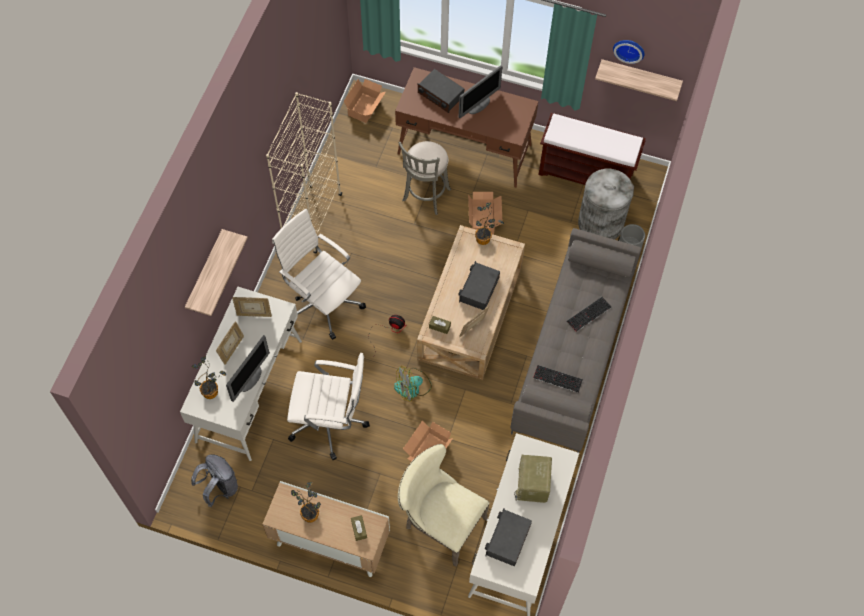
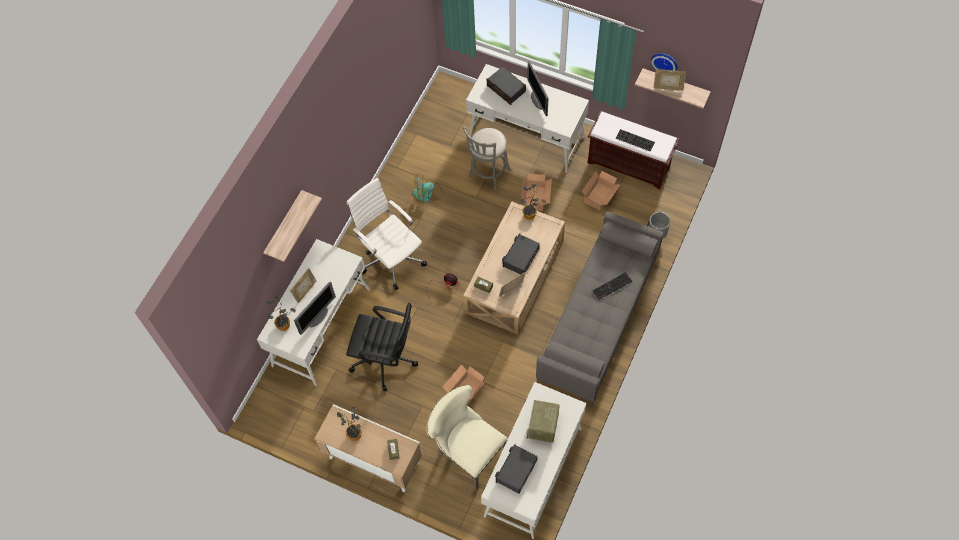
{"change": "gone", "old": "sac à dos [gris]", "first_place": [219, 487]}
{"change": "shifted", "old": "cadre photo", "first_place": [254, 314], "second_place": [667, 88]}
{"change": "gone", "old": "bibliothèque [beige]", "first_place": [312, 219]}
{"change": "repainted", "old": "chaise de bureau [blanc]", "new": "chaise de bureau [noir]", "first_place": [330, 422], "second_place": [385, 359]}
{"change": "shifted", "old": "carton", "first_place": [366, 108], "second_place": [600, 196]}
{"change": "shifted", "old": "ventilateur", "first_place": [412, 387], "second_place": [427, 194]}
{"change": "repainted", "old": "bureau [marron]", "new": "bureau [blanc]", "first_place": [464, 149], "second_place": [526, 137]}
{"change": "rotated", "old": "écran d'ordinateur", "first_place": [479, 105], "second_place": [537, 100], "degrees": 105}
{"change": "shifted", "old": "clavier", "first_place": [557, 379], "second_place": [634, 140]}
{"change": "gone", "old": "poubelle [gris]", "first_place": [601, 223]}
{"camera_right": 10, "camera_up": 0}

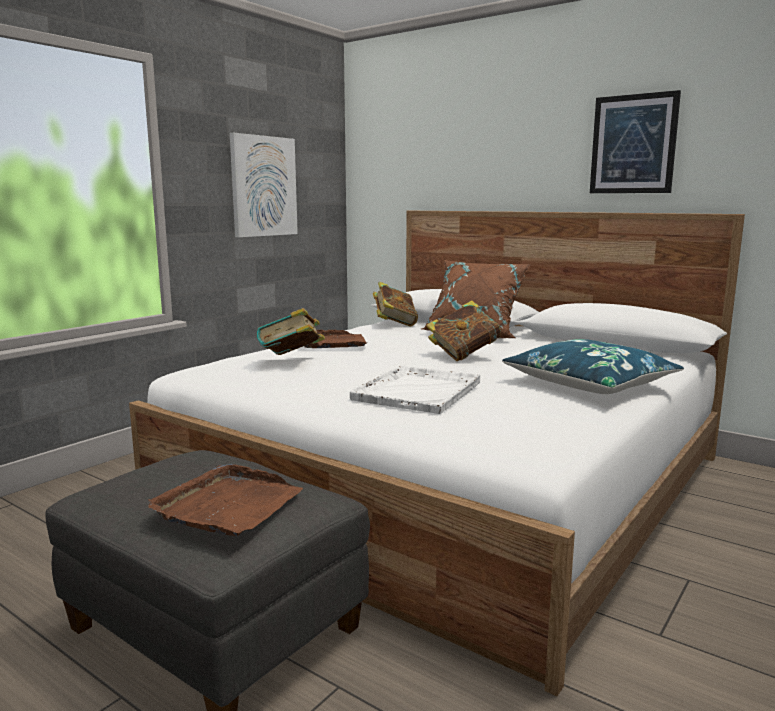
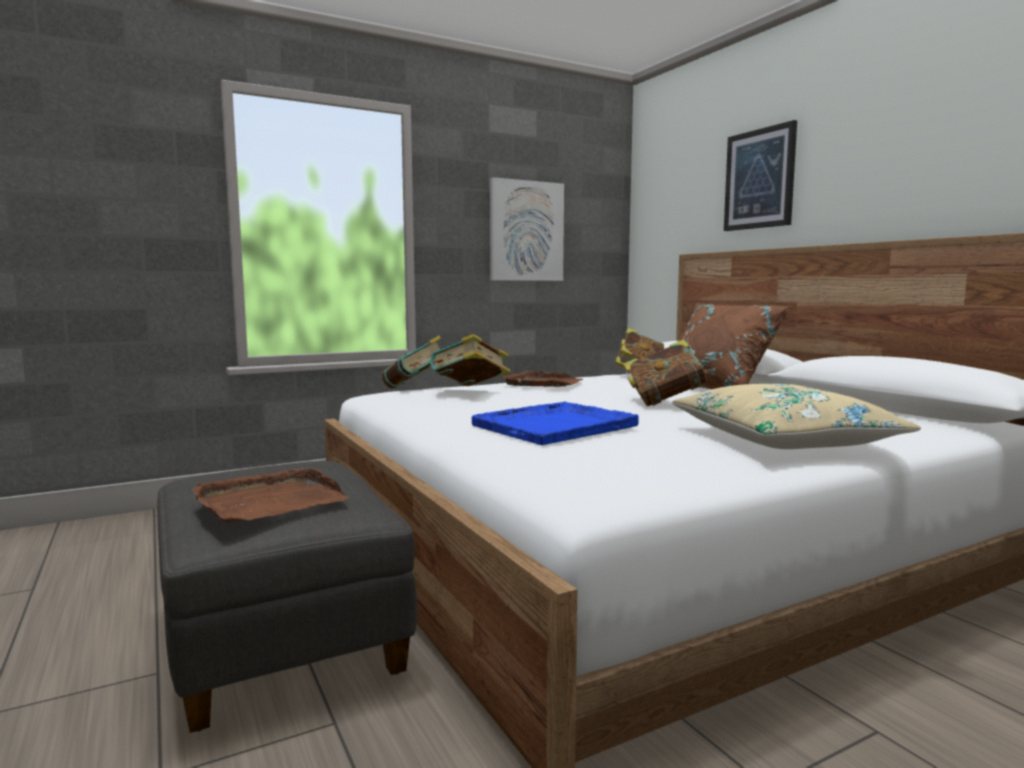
{"change": "repainted", "old": "plateau [blanc]", "new": "plateau [bleu]", "first_place": [418, 391], "second_place": [556, 425]}
{"change": "repainted", "old": "coussin [bleu]", "new": "coussin [beige]", "first_place": [590, 383], "second_place": [783, 439]}
{"change": "shifted", "old": "tableau", "first_place": [633, 144], "second_place": [759, 179]}
{"change": "new", "new": "livre", "second_place": [415, 389]}
{"camera_right": 25, "camera_up": -5}

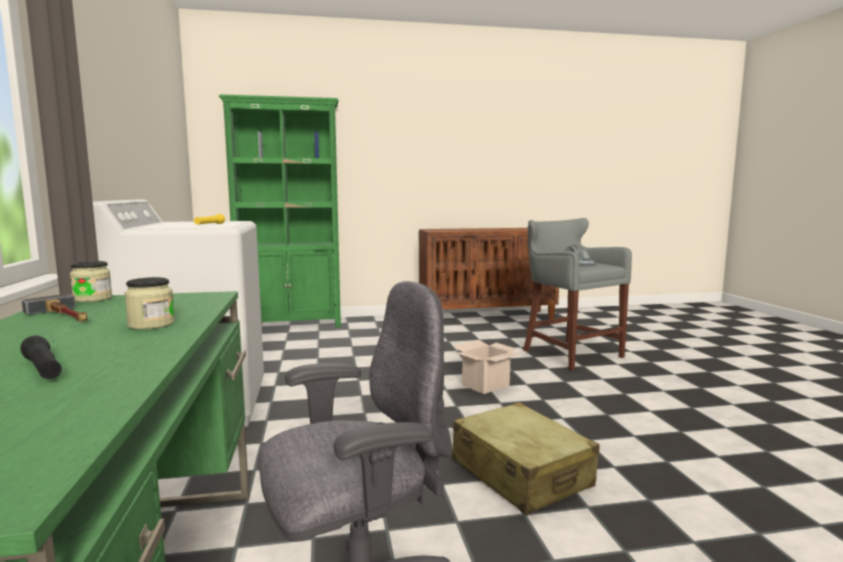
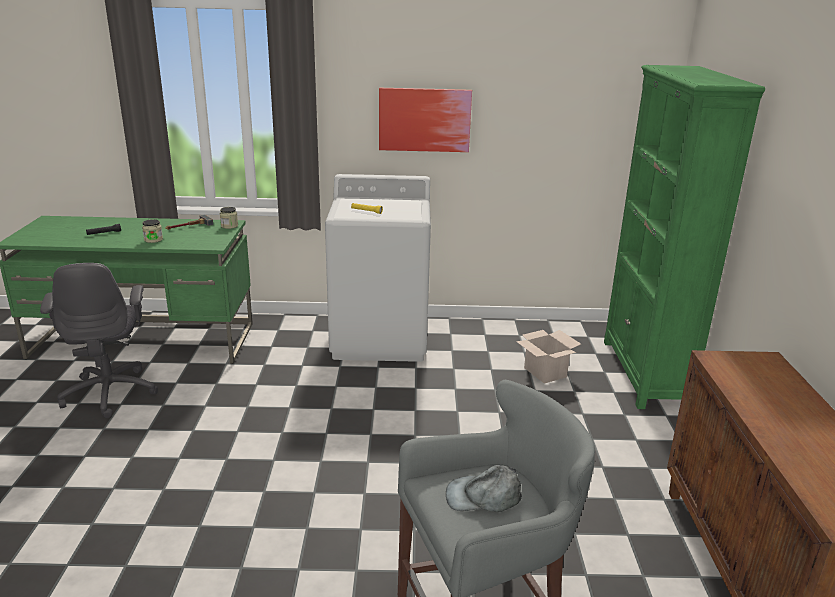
{"change": "gone", "old": "valise [beige]", "first_place": [521, 474]}
{"change": "shifted", "old": "carton", "first_place": [485, 386], "second_place": [544, 372]}
{"change": "new", "new": "tableau", "second_place": [424, 119]}
{"camera_right": 100, "camera_up": 15}

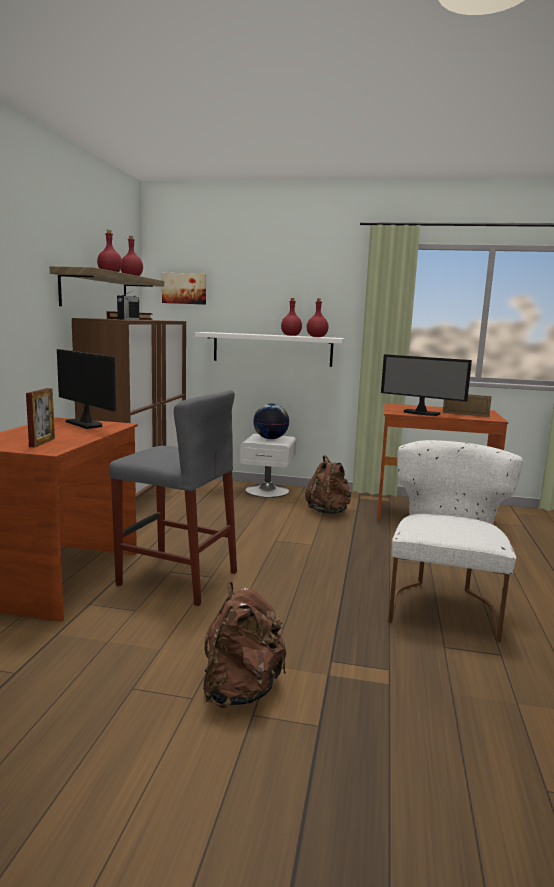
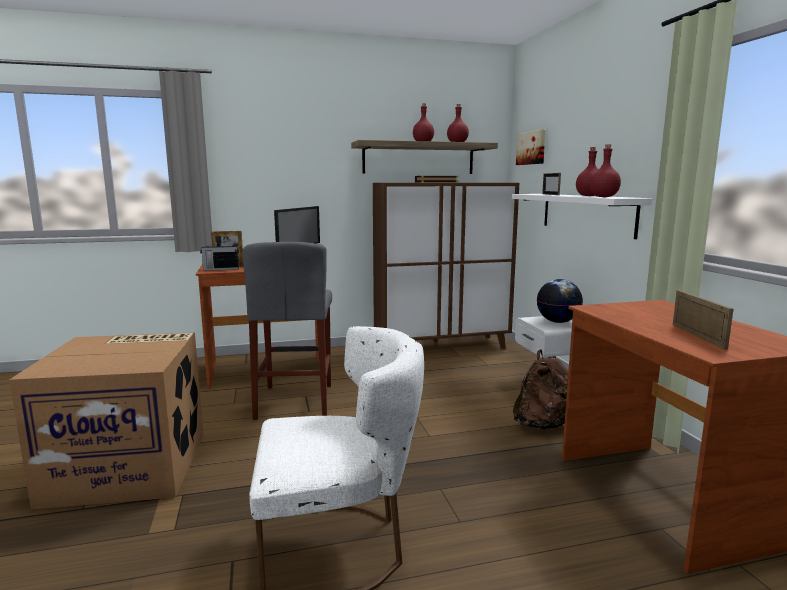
{"change": "shifted", "old": "radio", "first_place": [128, 319], "second_place": [220, 269]}
{"change": "swapped", "old": "sac à dos [marron]", "new": "carton", "first_place": [241, 690], "second_place": [131, 466]}
{"change": "gone", "old": "écran d'ordinateur", "first_place": [421, 413]}
{"change": "new", "new": "cadre photo", "second_place": [550, 194]}
{"camera_right": 65, "camera_up": 0}

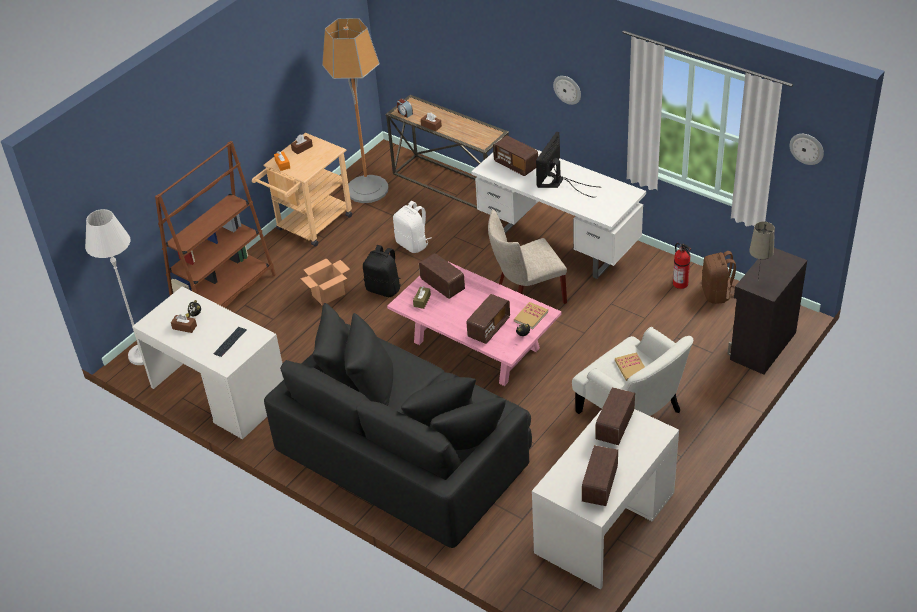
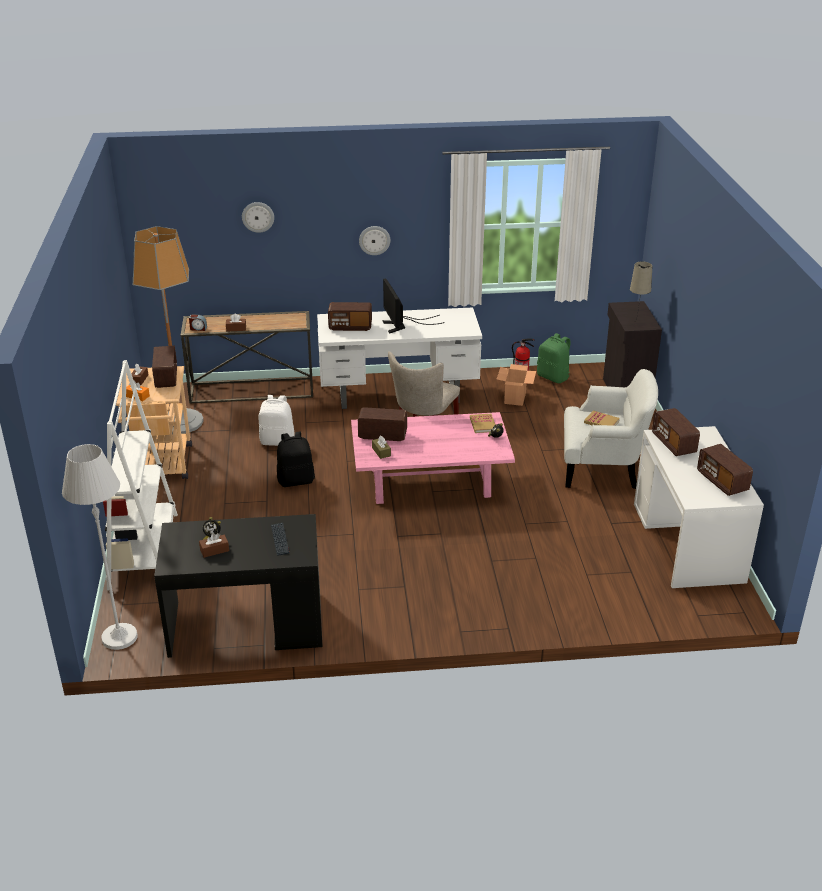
{"change": "repainted", "old": "bureau [blanc]", "new": "bureau [noir]", "first_place": [219, 391], "second_place": [246, 624]}
{"change": "repainted", "old": "bibliothèque [marron]", "new": "bibliothèque [blanc]", "first_place": [225, 294], "second_place": [144, 551]}
{"change": "gone", "old": "canapé [noir]", "first_place": [405, 453]}
{"change": "shifted", "old": "carton", "first_place": [329, 294], "second_place": [515, 398]}
{"change": "shifted", "old": "radio", "first_place": [489, 328], "second_place": [166, 378]}
{"change": "repainted", "old": "sac à dos [marron]", "new": "sac à dos [vert]", "first_place": [717, 294], "second_place": [553, 377]}
{"change": "shifted", "old": "horloge murale", "first_place": [807, 148], "second_place": [258, 216]}
{"camera_right": -45, "camera_up": -10}

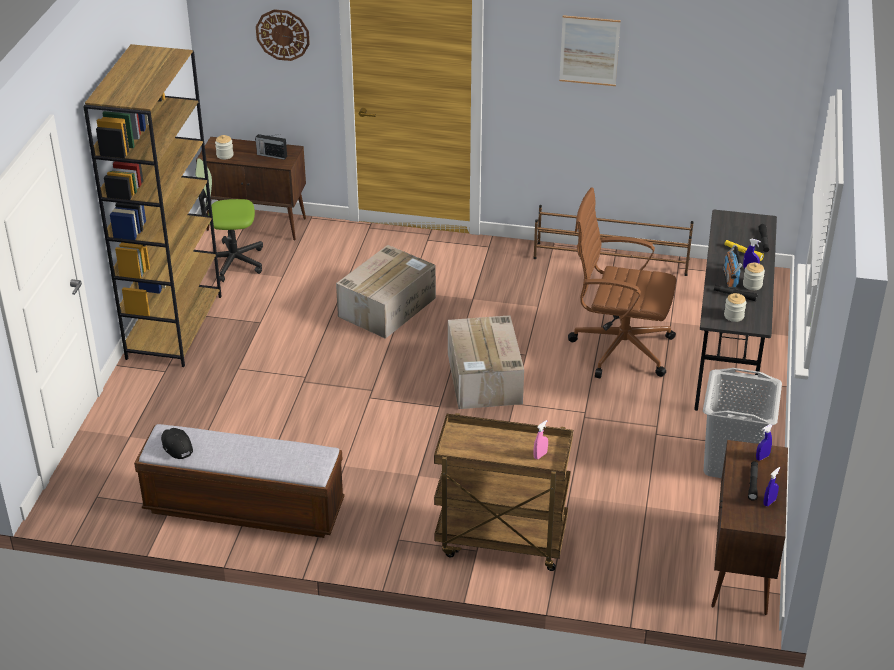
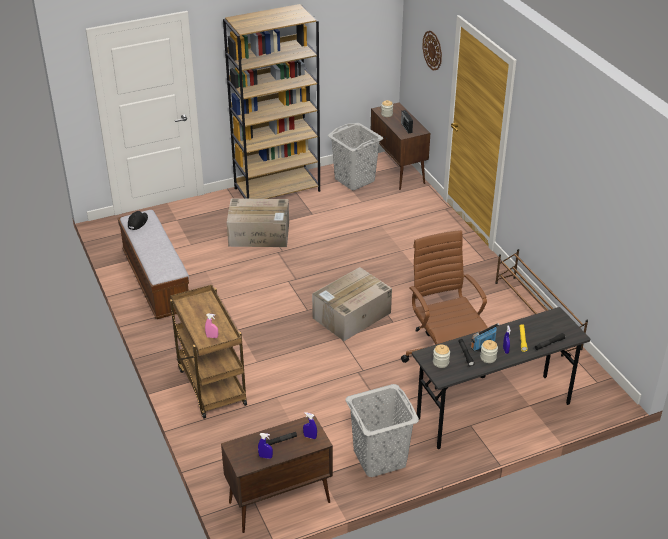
{"change": "swapped", "old": "chaise de bureau", "new": "panier à linge [gris]", "first_place": [232, 261], "second_place": [354, 179]}
{"change": "shifted", "old": "carton", "first_place": [387, 306], "second_place": [260, 234]}
{"change": "gone", "old": "tableau", "first_place": [589, 50]}
{"camera_right": 55, "camera_up": 0}

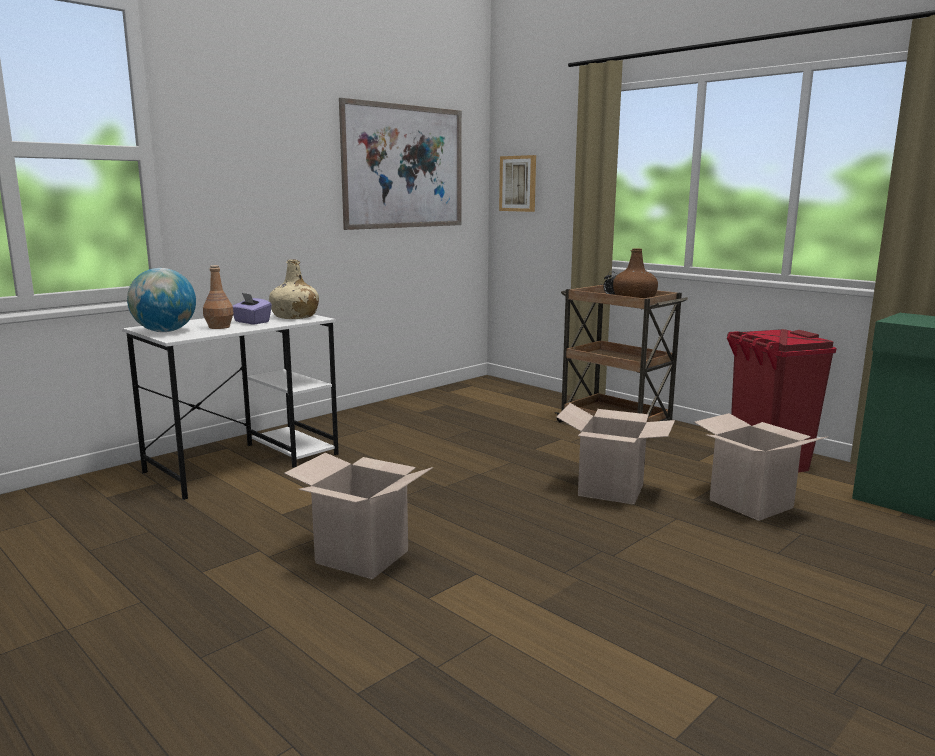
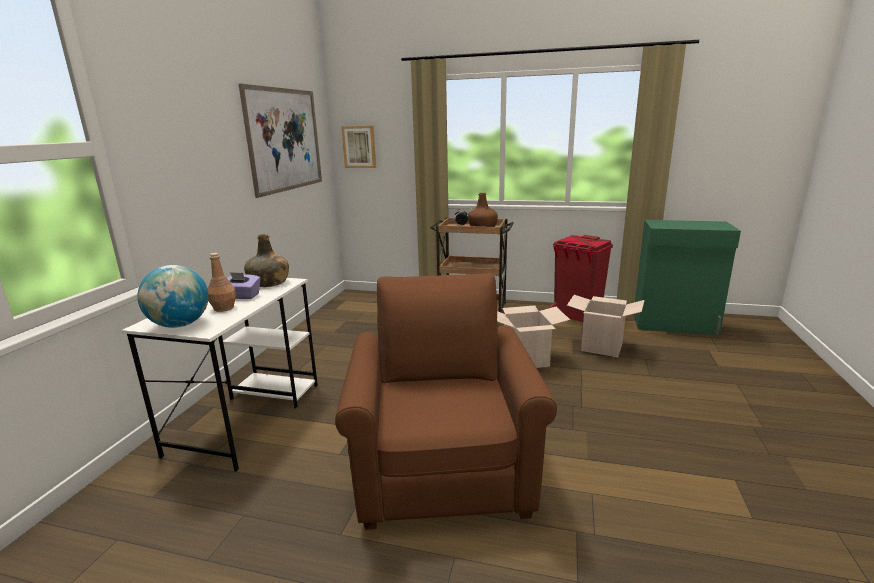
{"change": "repainted", "old": "bouteille [beige]", "new": "bouteille [vert]", "first_place": [294, 317], "second_place": [269, 283]}
{"change": "swapped", "old": "carton", "new": "fauteuil [marron]", "first_place": [362, 556], "second_place": [444, 468]}
{"camera_right": -30, "camera_up": 5}

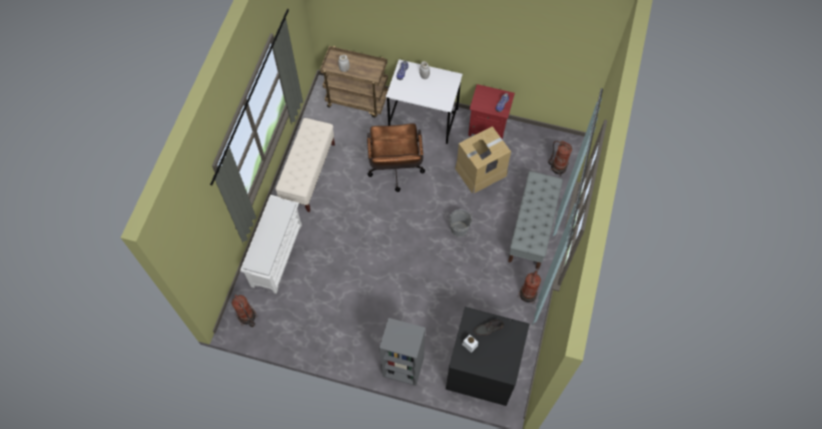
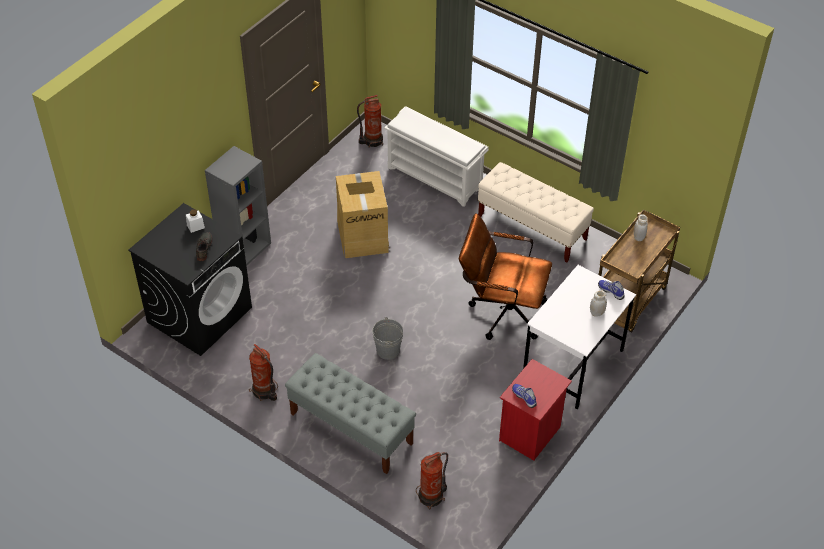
{"change": "shifted", "old": "carton", "first_place": [480, 171], "second_place": [363, 235]}
{"camera_right": 110, "camera_up": -15}

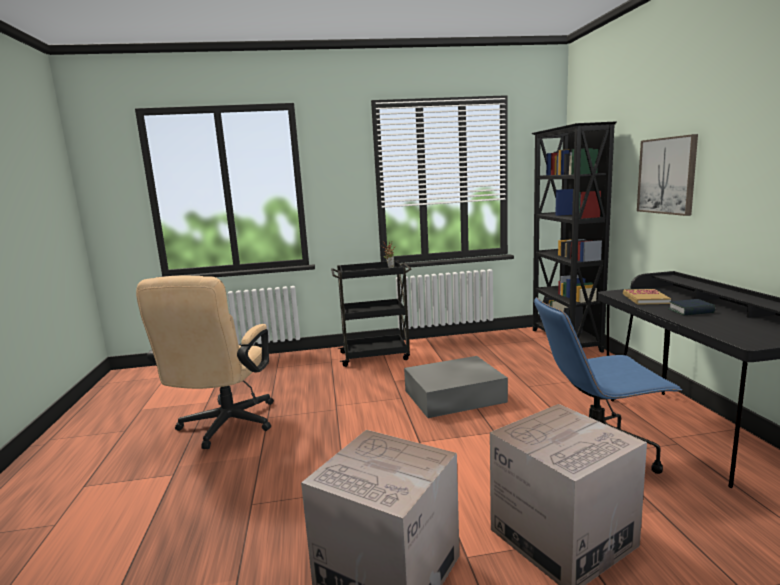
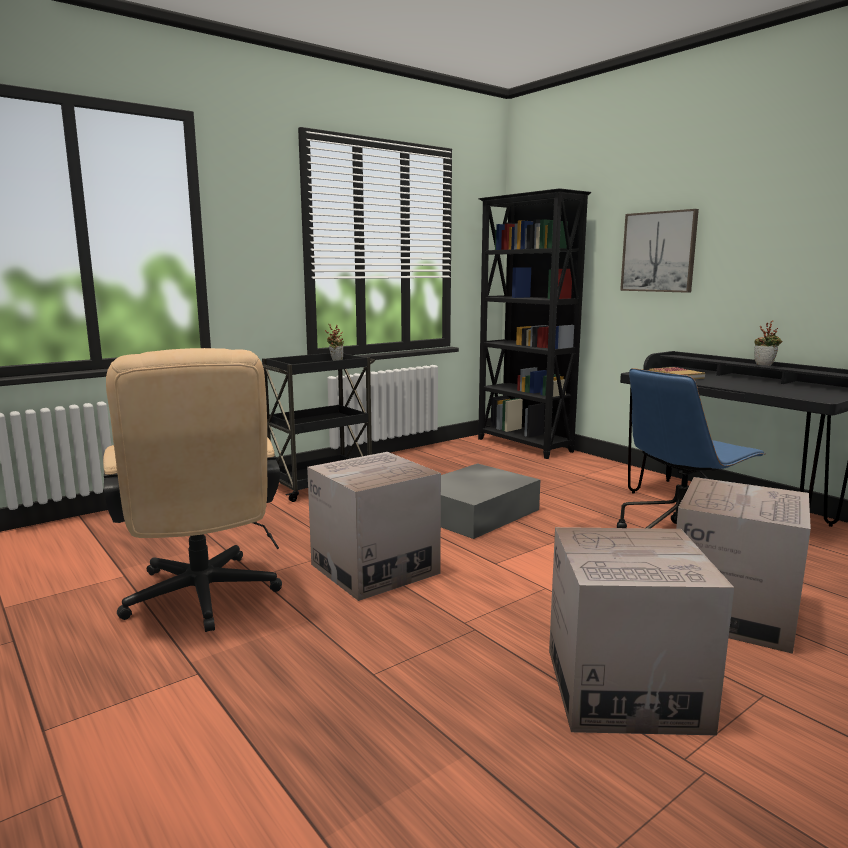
{"change": "gone", "old": "livre", "first_place": [691, 311]}
{"change": "new", "new": "carton", "second_place": [374, 569]}
{"change": "new", "new": "plante en pot", "second_place": [765, 365]}
{"camera_right": -30, "camera_up": 0}

